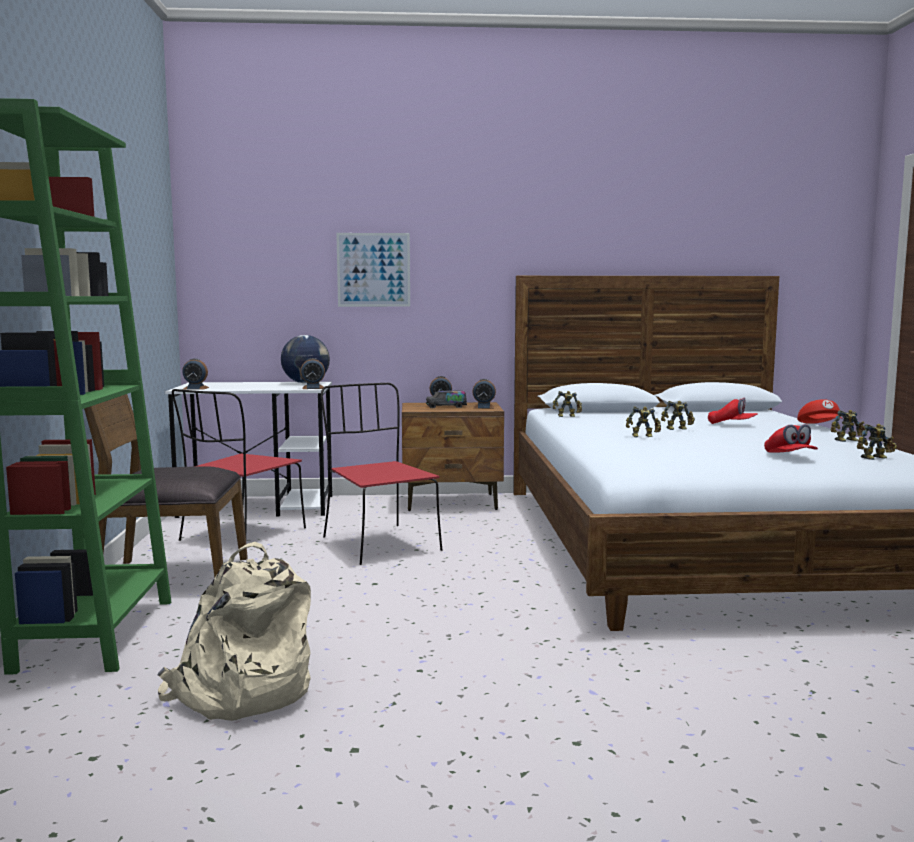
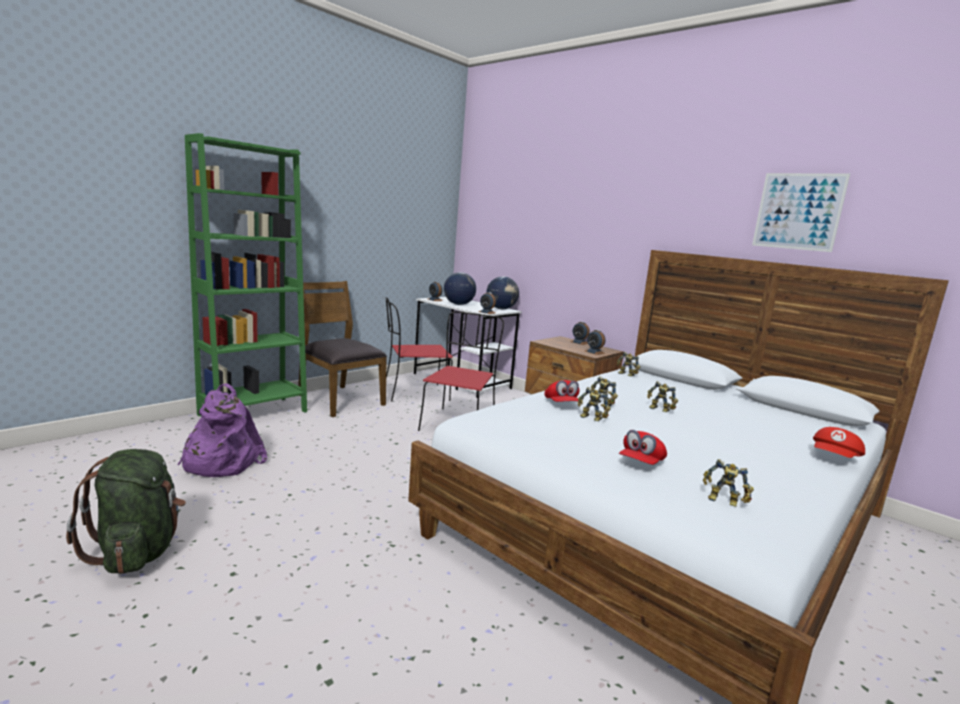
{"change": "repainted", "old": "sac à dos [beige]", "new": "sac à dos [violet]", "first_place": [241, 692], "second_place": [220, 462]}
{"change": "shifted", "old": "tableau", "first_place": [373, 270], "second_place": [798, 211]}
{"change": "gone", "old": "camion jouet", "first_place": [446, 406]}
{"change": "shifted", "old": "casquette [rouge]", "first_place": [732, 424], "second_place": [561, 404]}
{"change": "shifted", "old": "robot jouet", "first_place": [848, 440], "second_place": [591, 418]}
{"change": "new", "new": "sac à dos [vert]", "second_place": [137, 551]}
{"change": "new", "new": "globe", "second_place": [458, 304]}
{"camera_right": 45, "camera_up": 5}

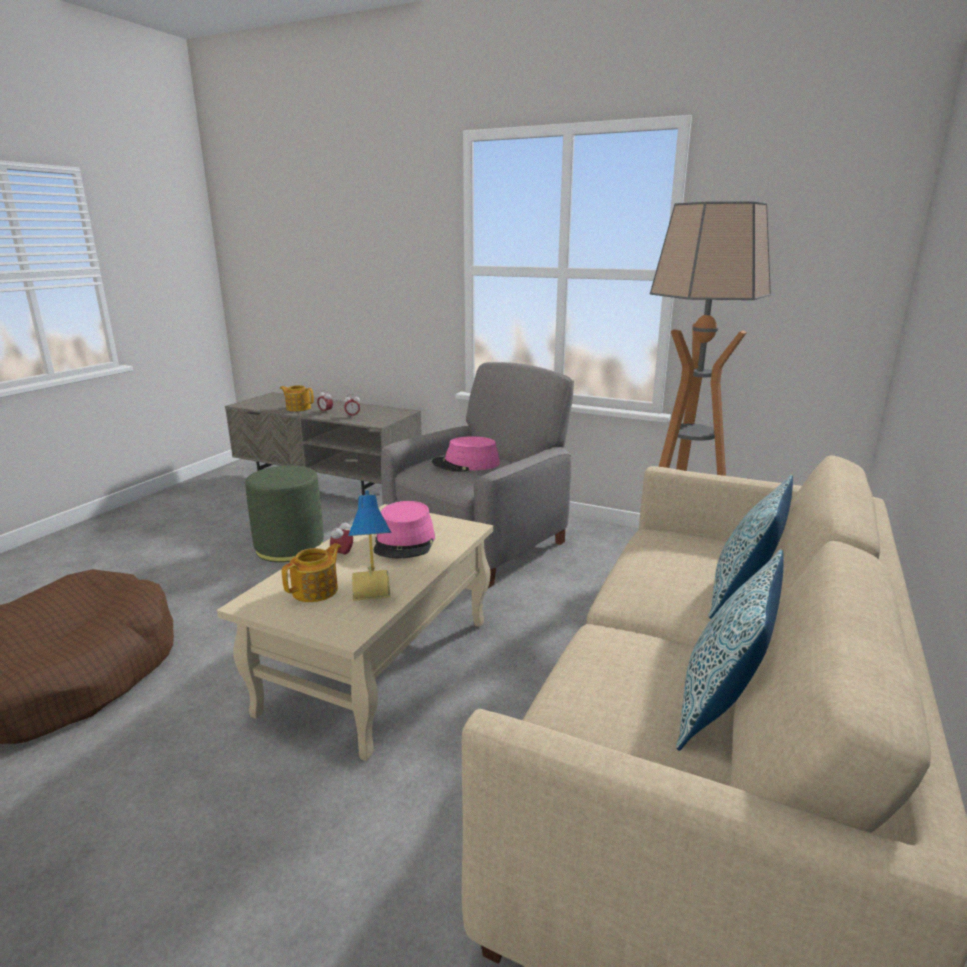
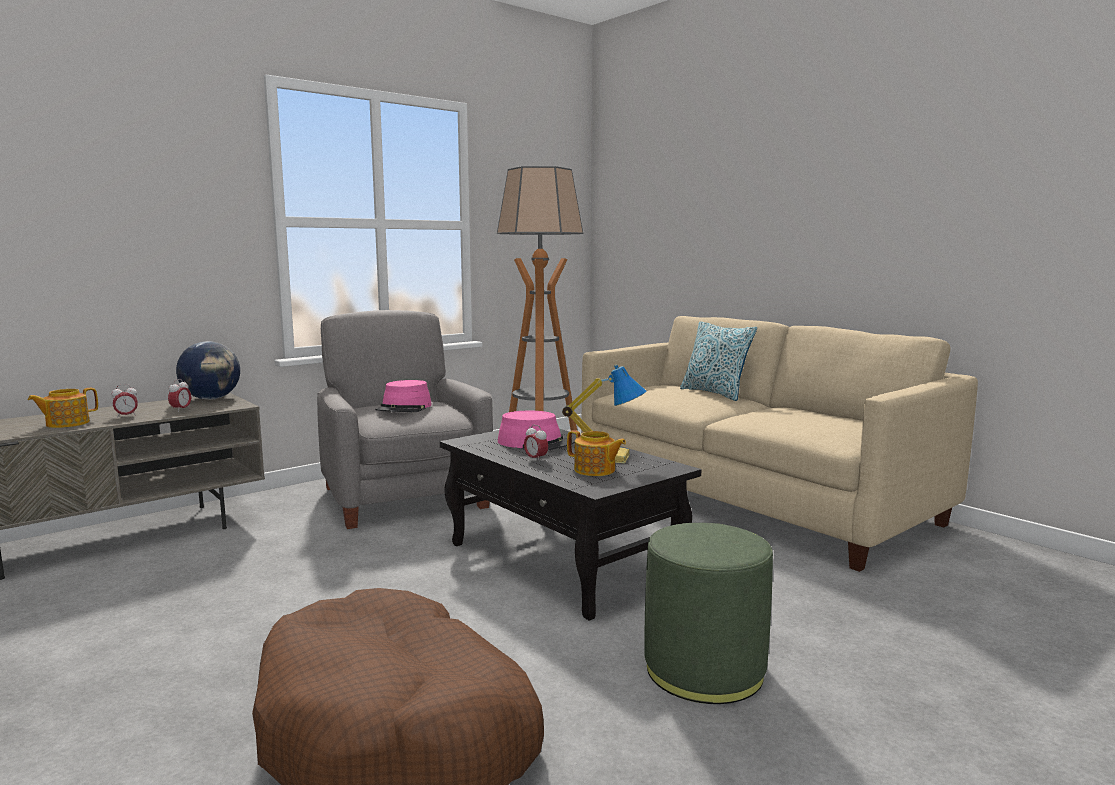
{"change": "repainted", "old": "table basse [beige]", "new": "table basse [noir]", "first_place": [378, 666], "second_place": [563, 562]}
{"change": "shifted", "old": "pouf [vert]", "first_place": [289, 547], "second_place": [704, 669]}
{"change": "rotated", "old": "théière", "first_place": [316, 590], "second_place": [595, 470], "degrees": 150}
{"change": "gone", "old": "coussin", "first_place": [720, 706]}
{"change": "new", "new": "globe", "second_place": [211, 399]}
{"camera_right": -65, "camera_up": -10}

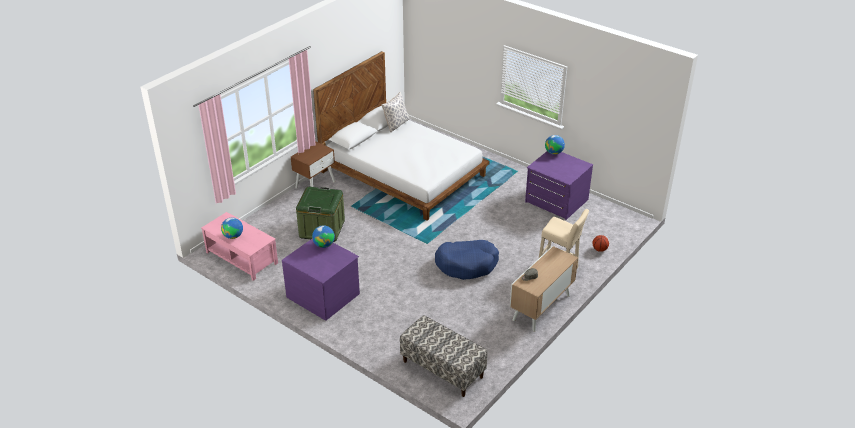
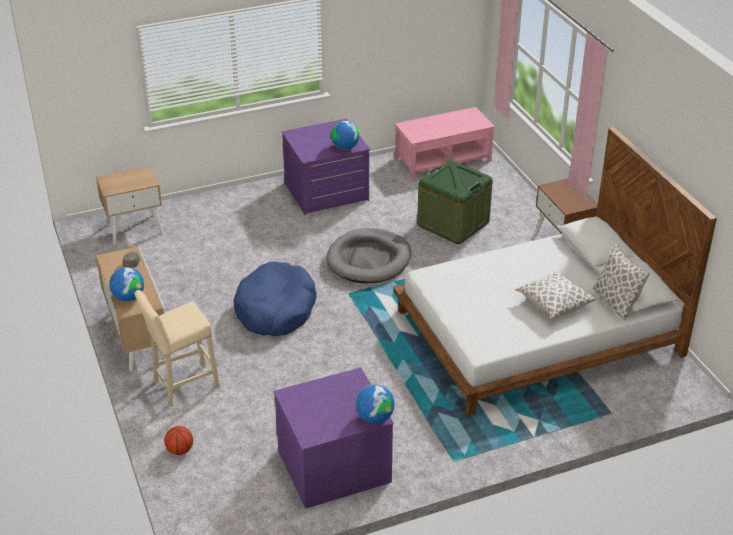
{"change": "shifted", "old": "globe", "first_place": [233, 236], "second_place": [128, 297]}
{"change": "swapped", "old": "banc", "new": "table de chevet [beige]", "first_place": [442, 369], "second_place": [135, 229]}
{"change": "new", "new": "panier pour chien [gris]", "second_place": [369, 259]}
{"change": "new", "new": "coussin", "second_place": [553, 303]}
{"camera_right": 120, "camera_up": 0}

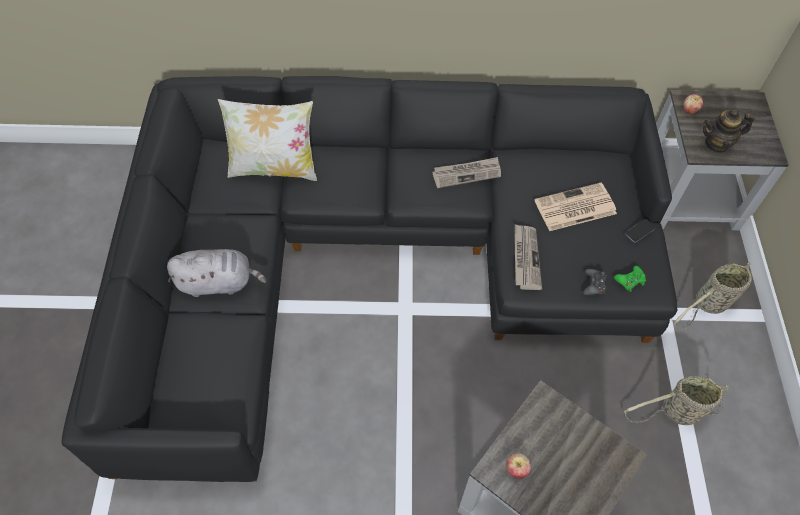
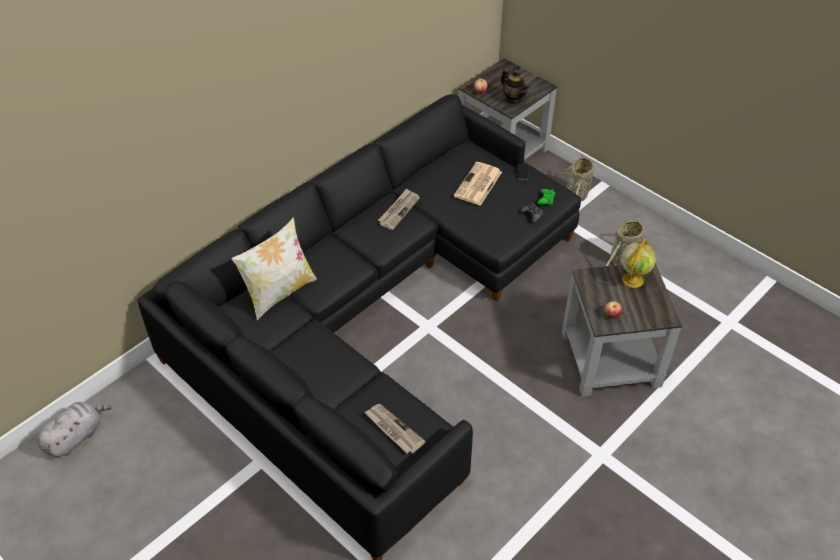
{"change": "shifted", "old": "peluche [gris]", "first_place": [218, 282], "second_place": [76, 436]}
{"change": "shifted", "old": "journal", "first_place": [525, 258], "second_place": [393, 429]}
{"change": "rotated", "old": "théière", "first_place": [717, 144], "second_place": [513, 99], "degrees": -75}
{"change": "new", "new": "globe", "second_place": [632, 279]}
{"camera_right": -45, "camera_up": -10}

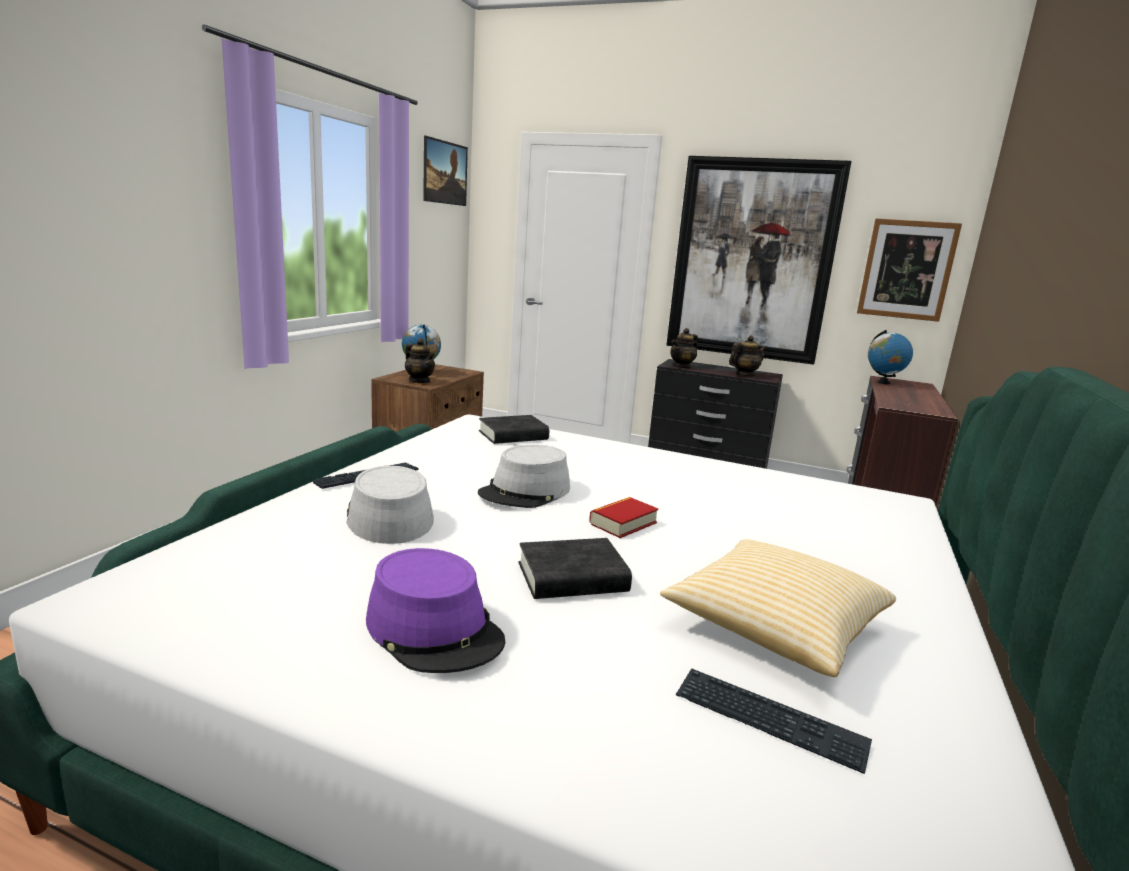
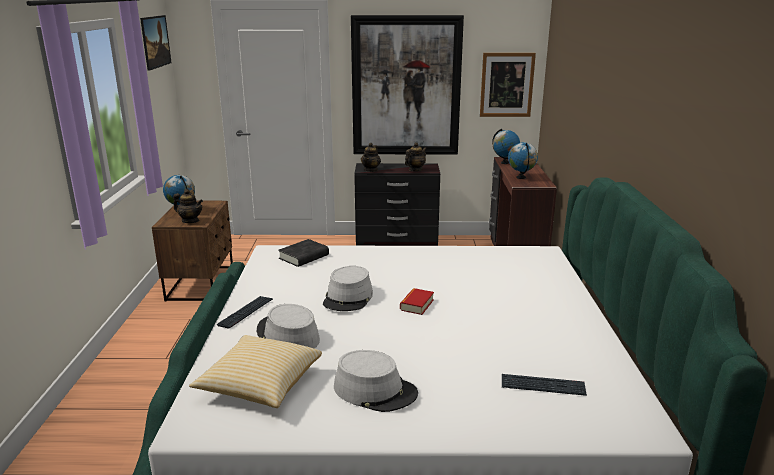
{"change": "repainted", "old": "chapeau [violet]", "new": "chapeau [gris]", "first_place": [435, 629], "second_place": [375, 390]}
{"change": "gone", "old": "livre [noir]", "first_place": [572, 578]}
{"change": "shifted", "old": "coussin", "first_place": [774, 627], "second_place": [260, 385]}
{"change": "new", "new": "globe", "second_place": [521, 177]}
{"camera_right": -20, "camera_up": 5}

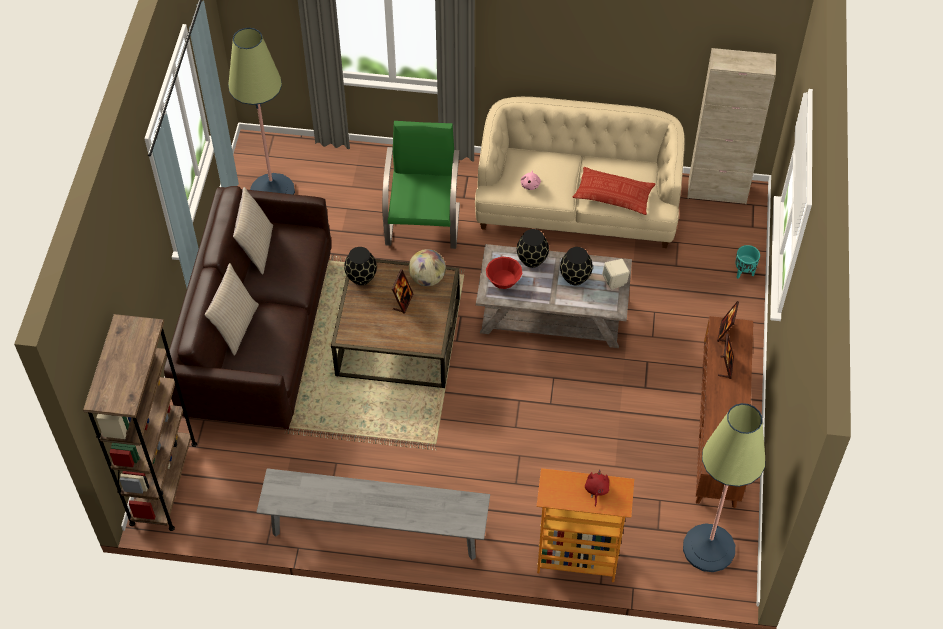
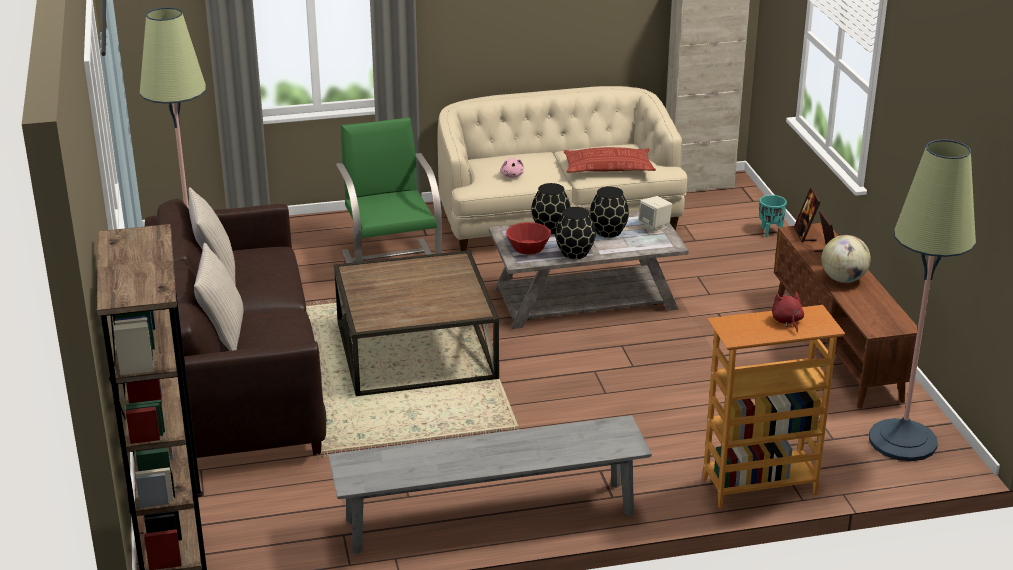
{"change": "shifted", "old": "vase [noir]", "first_place": [361, 277], "second_place": [574, 253]}
{"change": "gone", "old": "cadre photo", "first_place": [403, 302]}
{"change": "shifted", "old": "globe", "first_place": [427, 278], "second_place": [843, 279]}
{"camera_right": -20, "camera_up": -25}

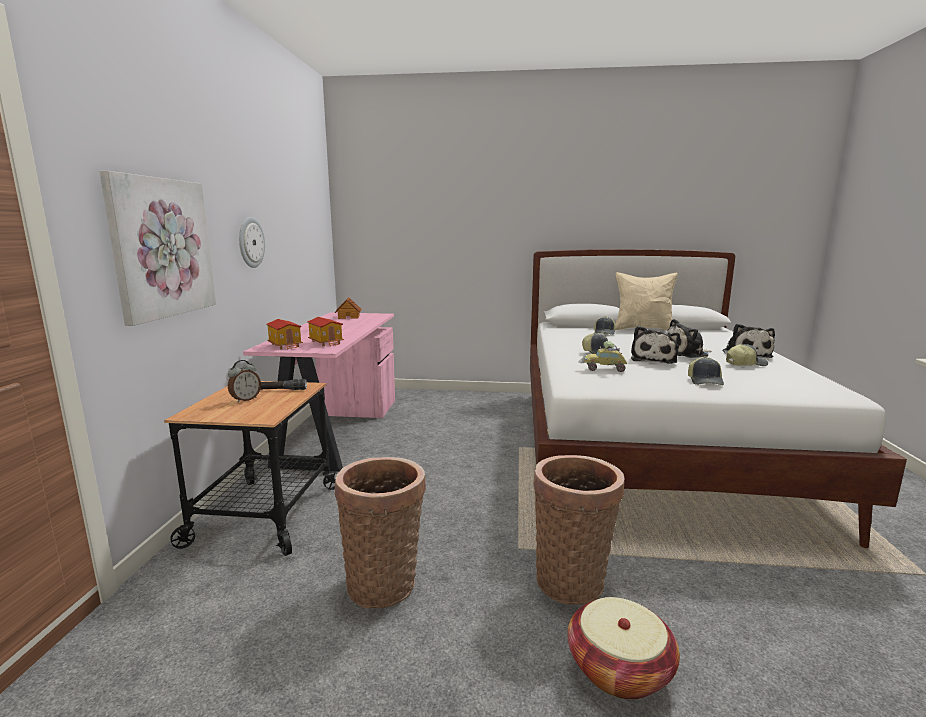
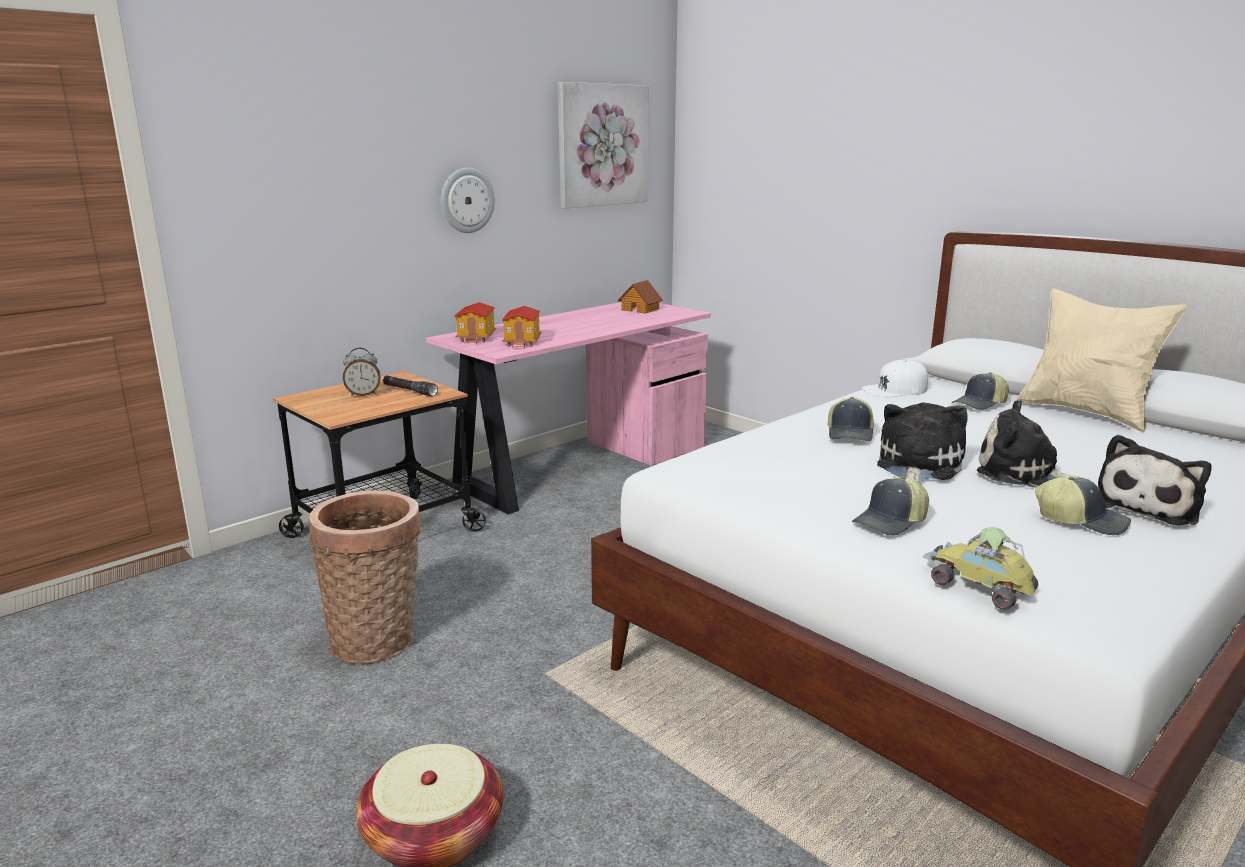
{"change": "shifted", "old": "tableau", "first_place": [161, 248], "second_place": [602, 145]}
{"change": "gone", "old": "panier", "first_place": [572, 579]}
{"change": "shifted", "old": "petite voiture", "first_place": [604, 368], "second_place": [978, 587]}
{"change": "rotated", "old": "peluche", "first_place": [653, 359], "second_place": [916, 466], "degrees": 150}
{"change": "new", "new": "casquette [blanc]", "second_place": [895, 389]}
{"camera_right": 40, "camera_up": 5}

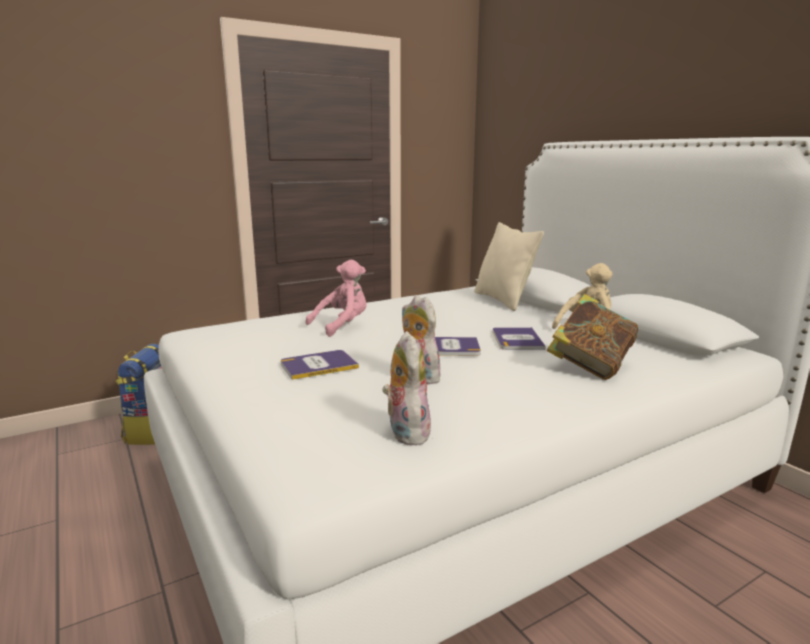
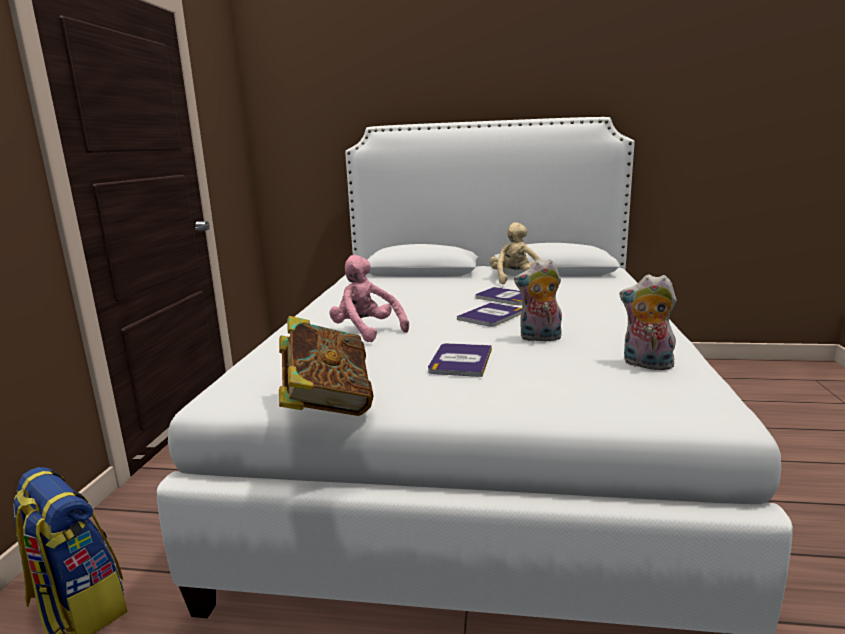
{"change": "rotated", "old": "peluche [rose]", "first_place": [342, 326], "second_place": [366, 331], "degrees": -45}
{"change": "gone", "old": "coussin [beige]", "first_place": [503, 300]}
{"change": "shifted", "old": "livre", "first_place": [590, 367], "second_place": [326, 405]}
{"camera_right": -50, "camera_up": 0}

